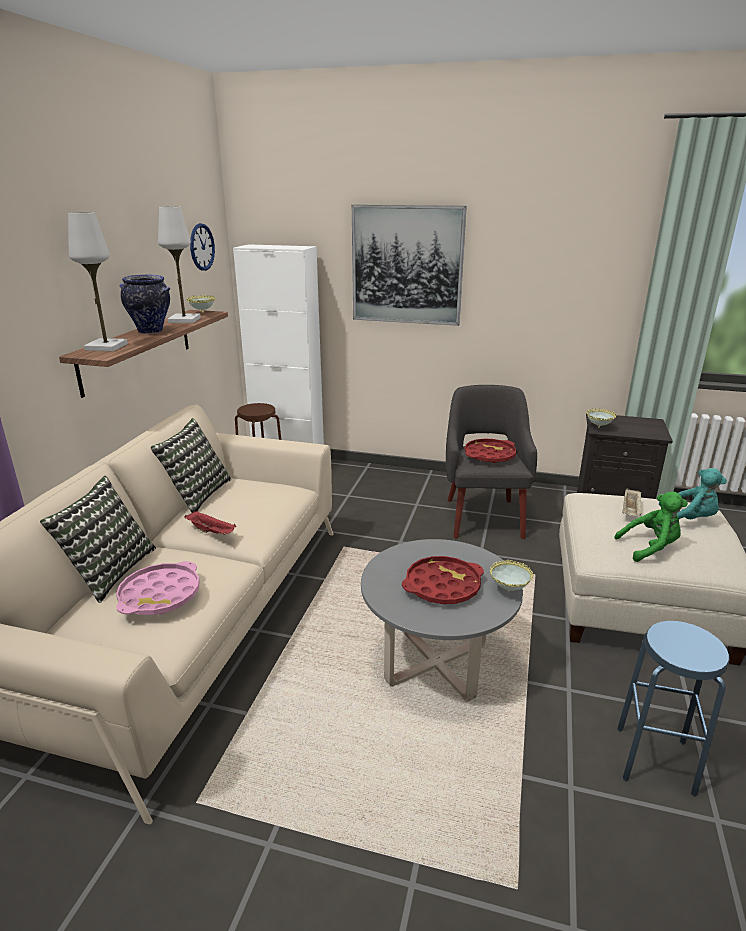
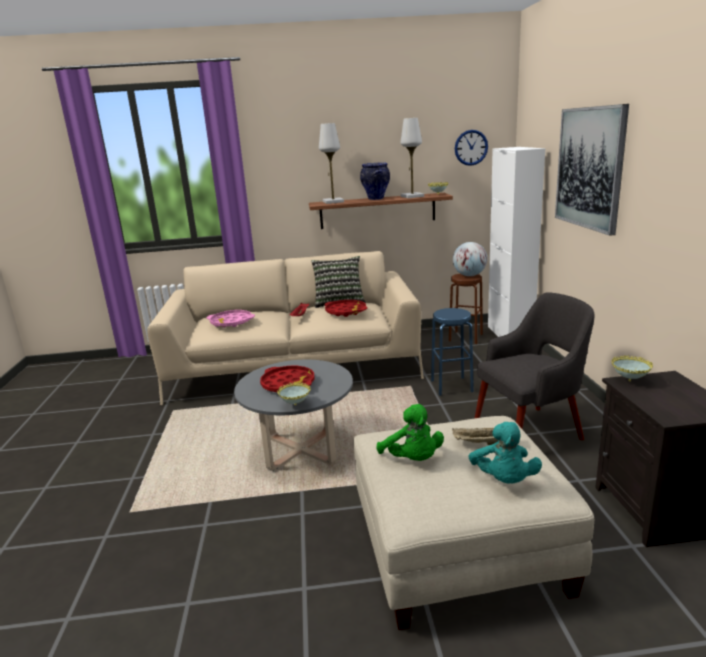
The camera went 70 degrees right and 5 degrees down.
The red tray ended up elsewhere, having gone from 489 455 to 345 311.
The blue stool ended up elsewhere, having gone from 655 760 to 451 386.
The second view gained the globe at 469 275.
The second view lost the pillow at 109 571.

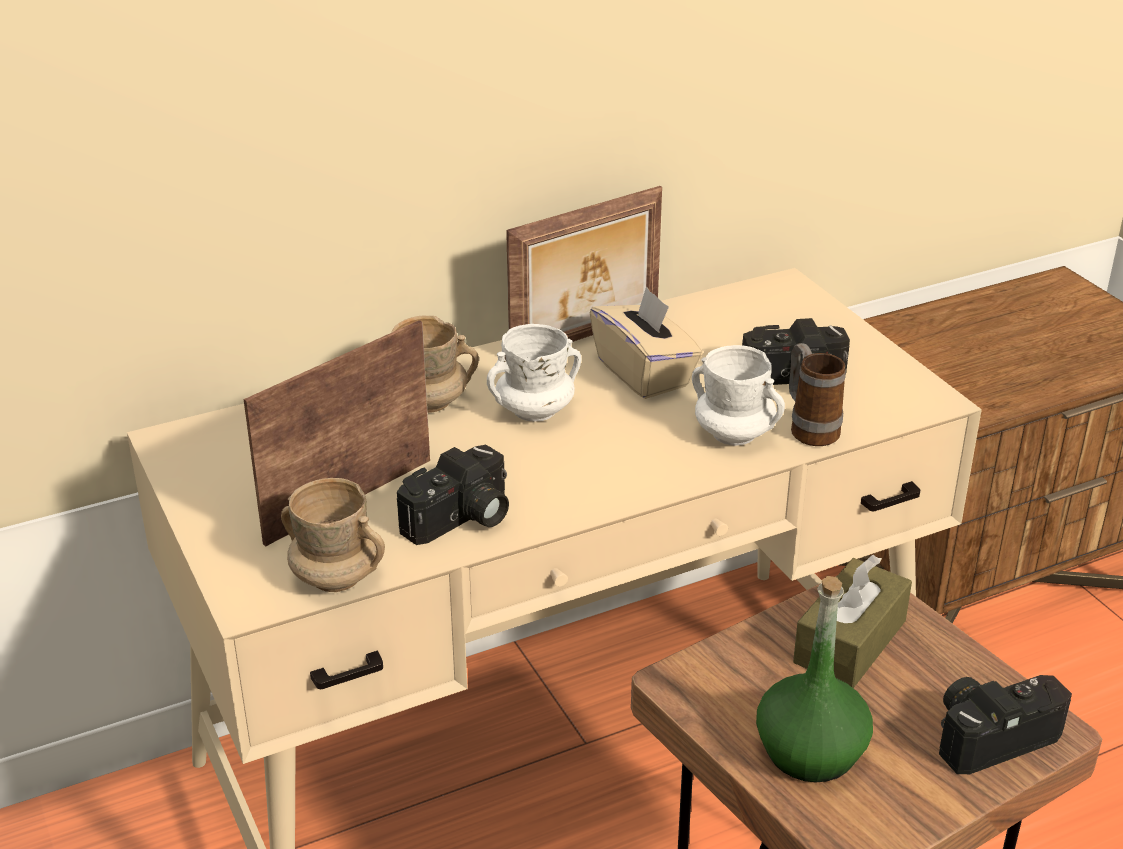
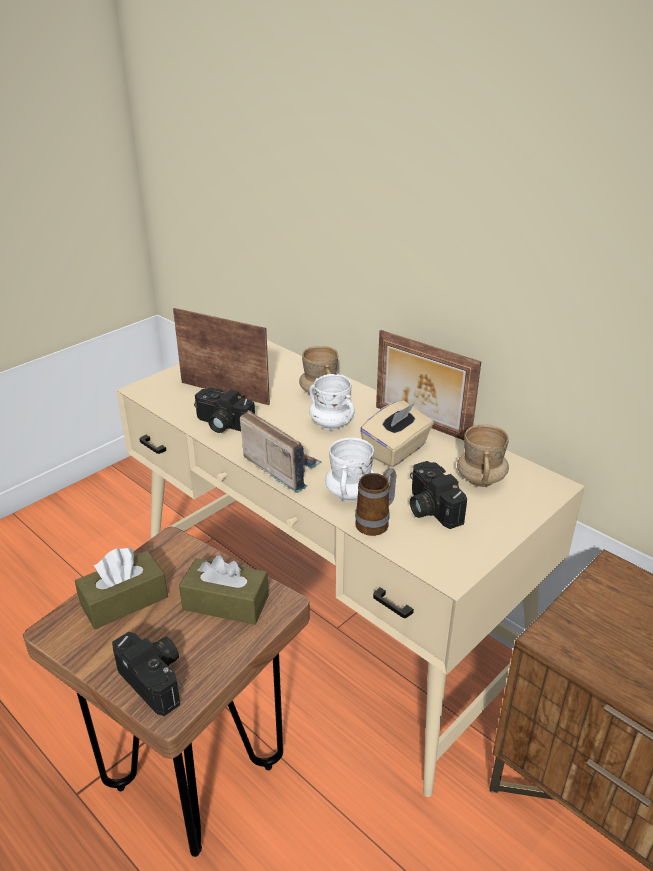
The camera went 70 degrees right and 0 degrees up.
Where the green bottle stood at 811 752, the brown tissue box came to stand at 124 601.
The second view gained the radio at 281 467.
The beige mug ended up elsewhere, having gone from 337 577 to 481 479.

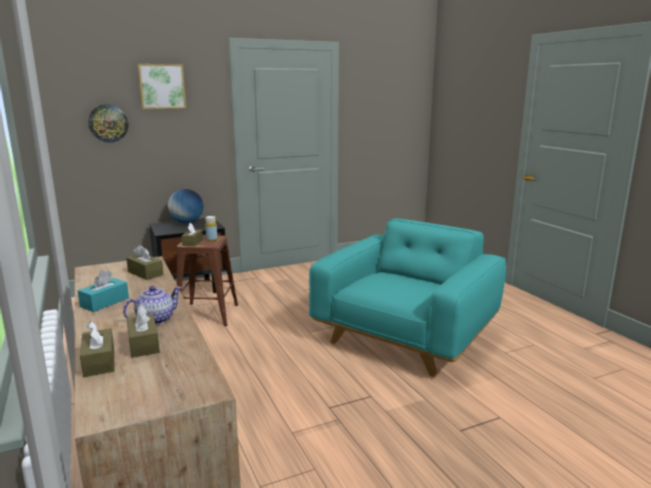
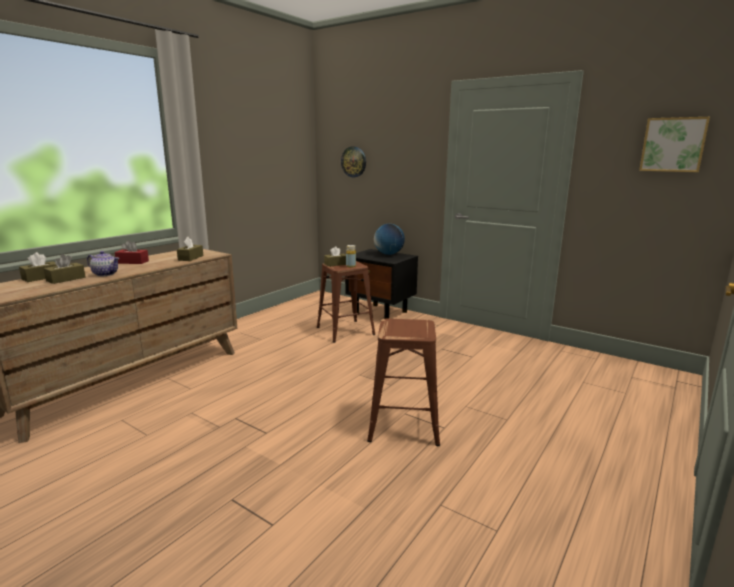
The camera went 60 degrees right and 0 degrees up.
What was the turquoise tissue box at 105 302 turned into the red tissue box at 132 262.
Where the turquoise armchair stood at 406 336, the brown stool came to stand at 405 424.
The picture ended up elsewhere, having gone from 162 86 to 673 144.

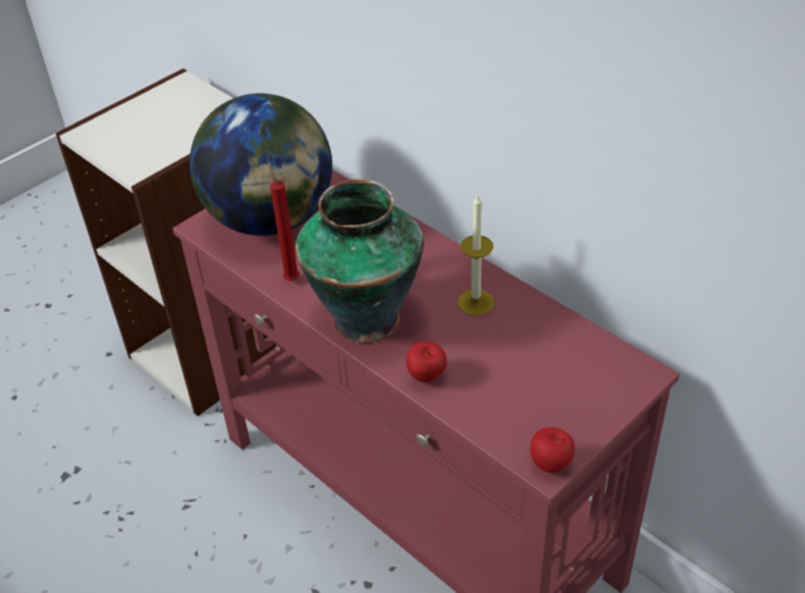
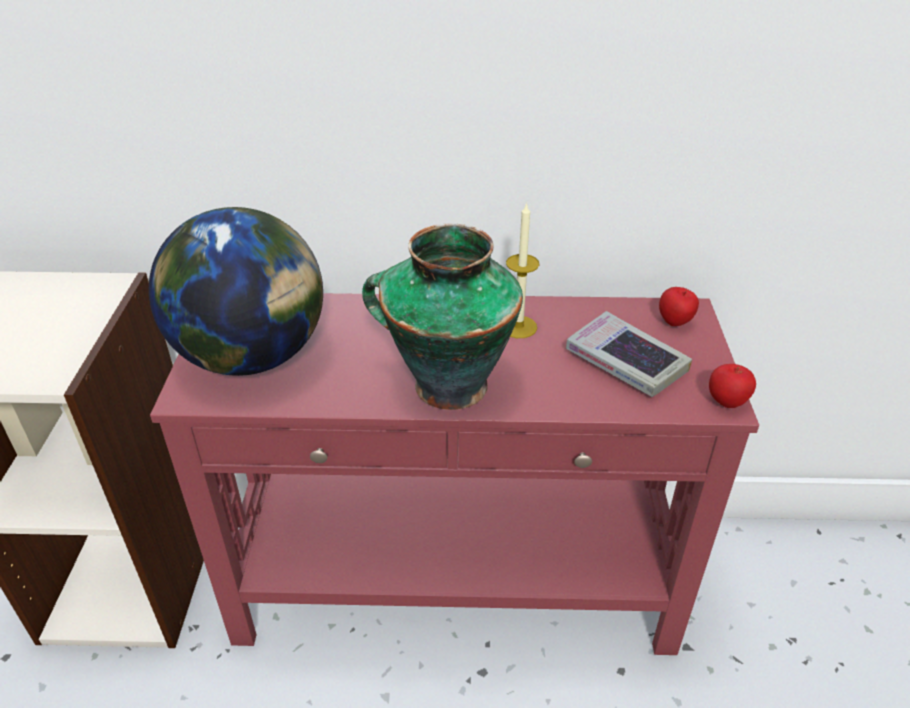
The camera went 45 degrees left and 5 degrees down.
The second view gained the book at 626 362.
The apple ended up elsewhere, having gone from 426 377 to 675 322.
The second view lost the red candle at 291 278.

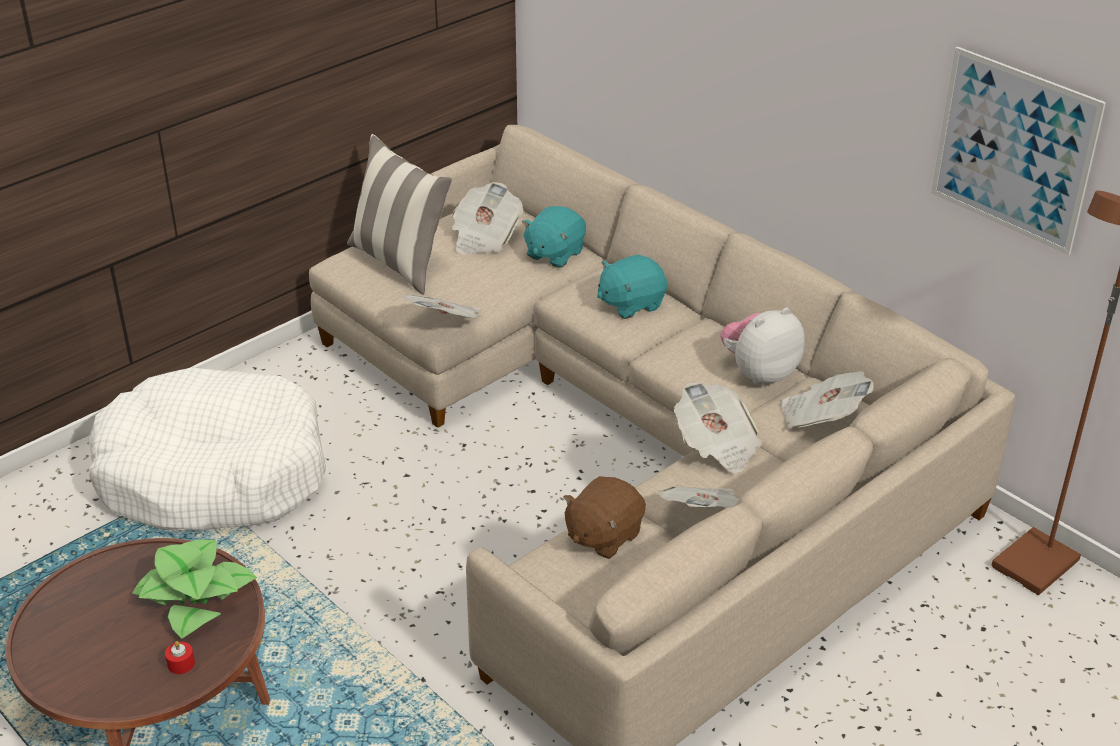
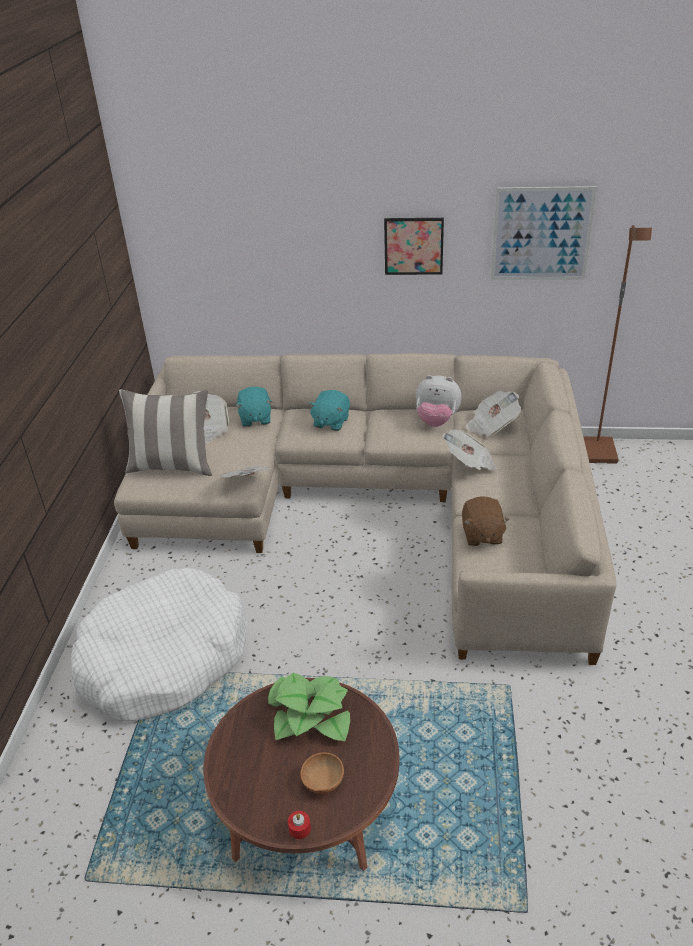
The camera went 40 degrees left and 0 degrees up.
The red candle ended up elsewhere, having gone from 181 663 to 299 828.
The second view gained the brown bowl at 322 781.
The second view gained the picture at 413 246.
The plush toy at 759 373 ended up facing another way, 90 degrees counterclockwise from before.
The second view lost the newspaper at 704 515.

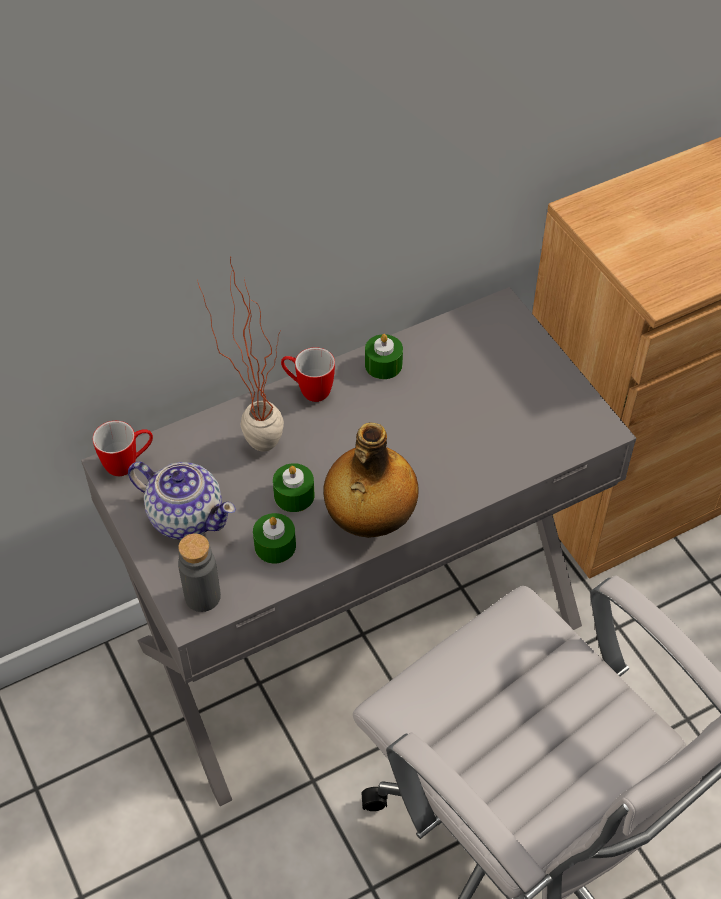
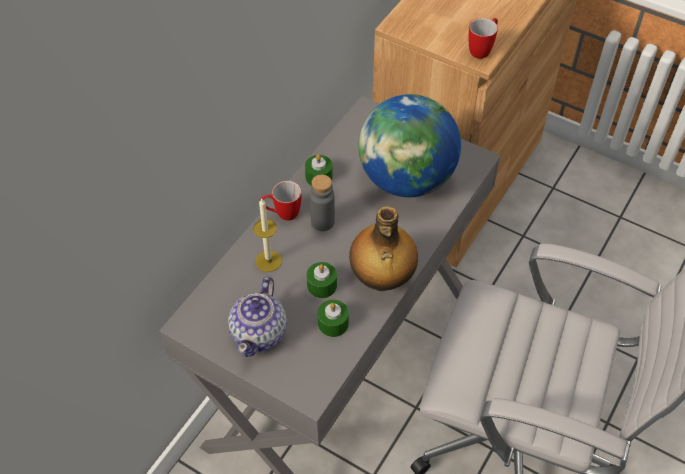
The camera went 30 degrees left and 0 degrees up.
The teapot at 185 516 ended up facing another way, 105 degrees clockwise from before.
Where the potted plant stood at 253 438, the candle came to stand at 268 261.
The grey bottle ended up elsewhere, having gone from 202 596 to 322 222.
The second view gained the globe at 406 180.
The mug ended up elsewhere, having gone from 128 463 to 482 49.

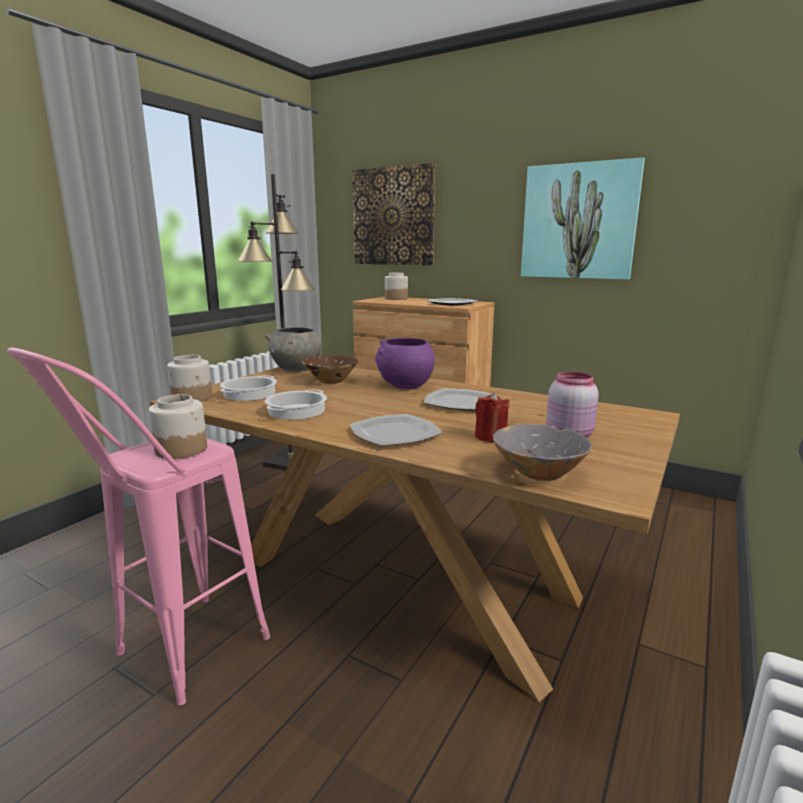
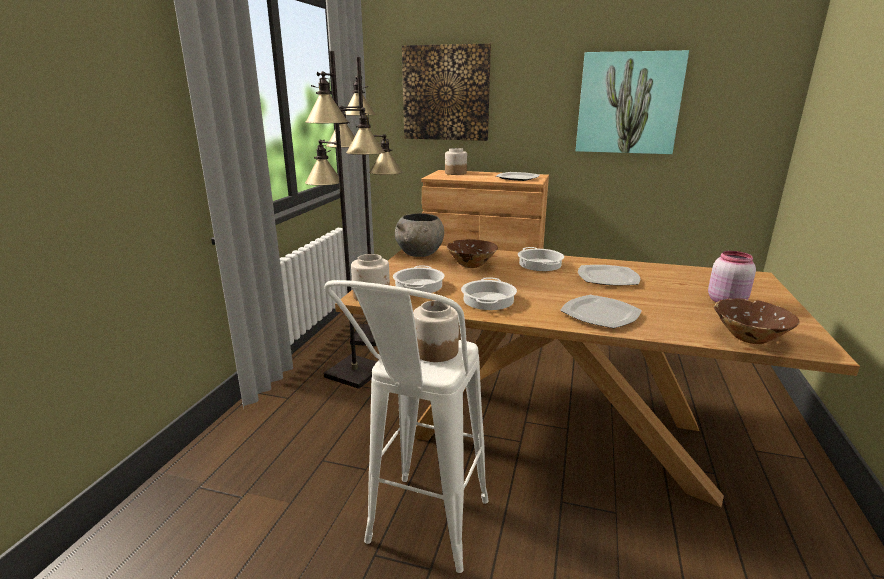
The camera went 15 degrees left and 5 degrees up.
The second view gained the black floor lamp at 354 372.
What was the pink stool at 174 660 turned into the white stool at 421 536.
Where the purple bowl stood at 405 386, the cooking pot came to stand at 540 264.
What was the grey bowl at 539 473 turned into the brown bowl at 749 338.
The second view lost the red candle at 490 437.

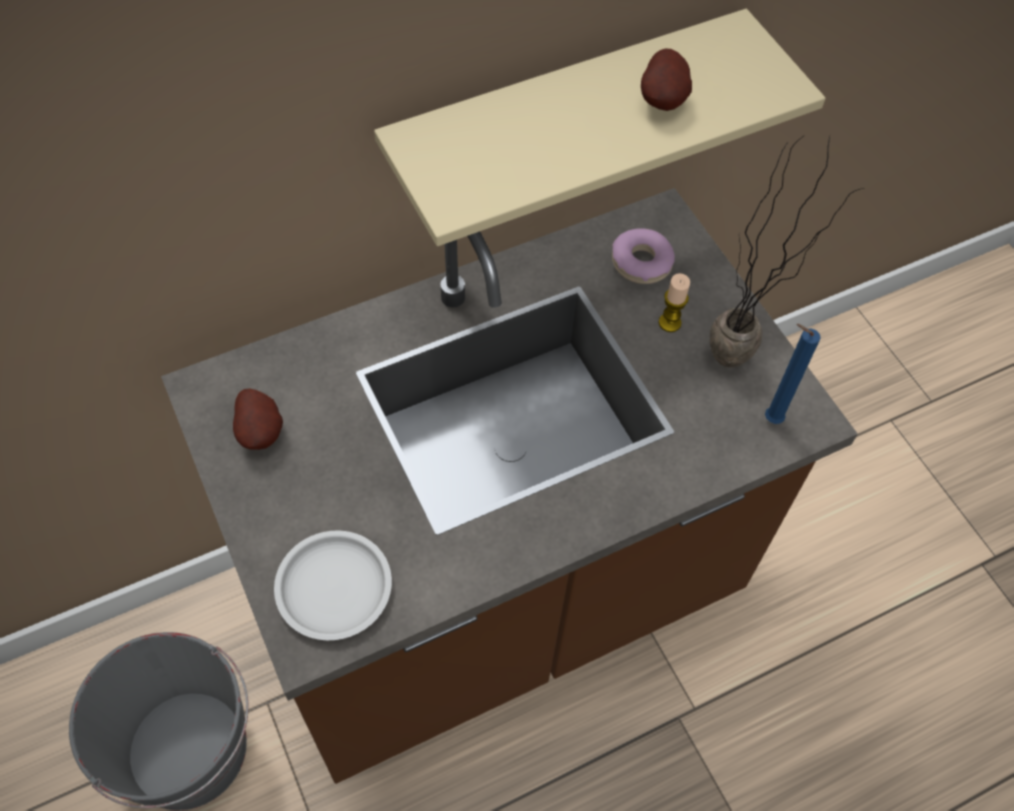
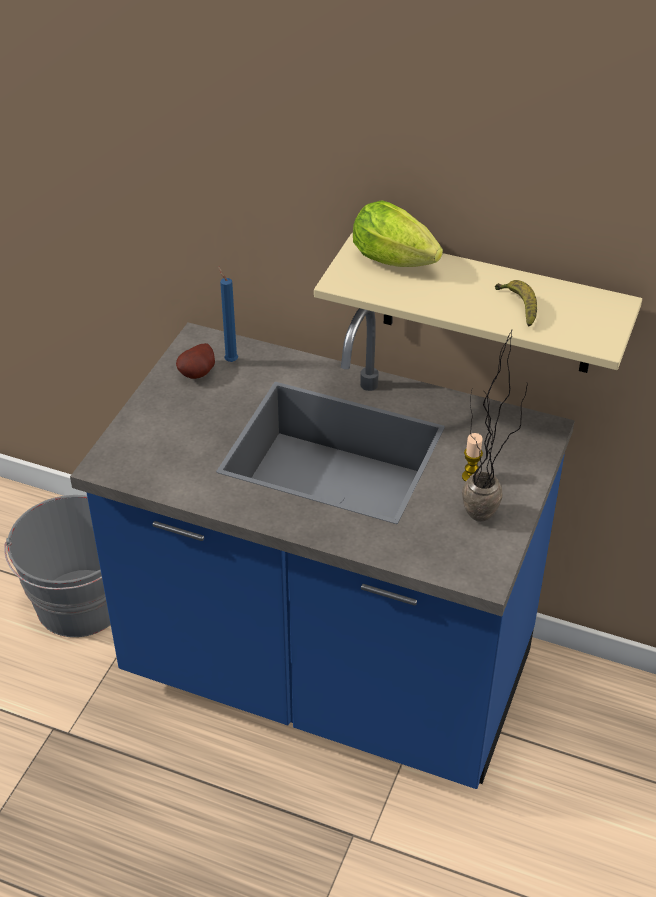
The camera went 50 degrees right and 15 degrees down.
What was the brown counter at 498 596 turned into the blue counter at 328 675.
The blue candle ended up elsewhere, having gone from 769 419 to 230 360.
The second view gained the lettuce at 398 262.
Where the potato stood at 664 100, the banana came to stand at 519 307.
The second view lost the white plate at 333 589.
The second view lost the donut at 641 263.

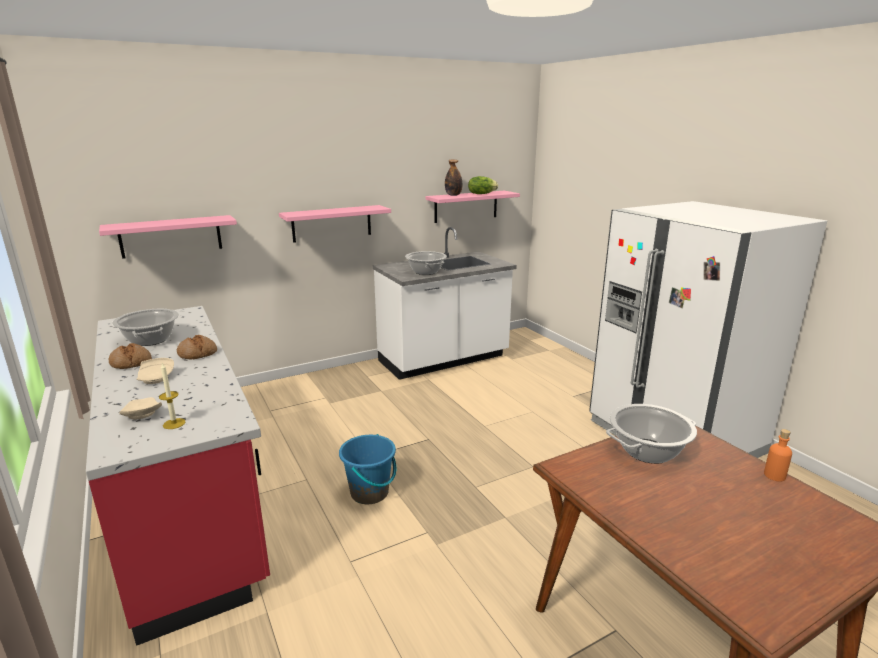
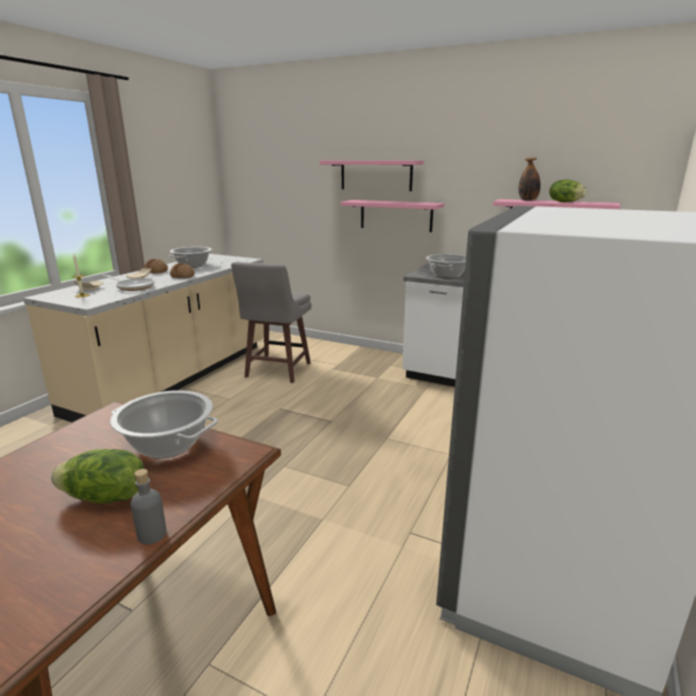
The camera went 55 degrees right and 0 degrees up.
What was the red counter at 189 502 turned into the beige counter at 176 377.
The second view gained the lettuce at 105 498.
The second view gained the frying pan at 133 287.
What was the orange bottle at 774 475 turned into the grey bottle at 152 534.
The second view gained the grey stool at 277 371.
The pink shelf ended up elsewhere, having gone from 171 236 to 376 175.
The second view lost the blue bucket at 370 493.

